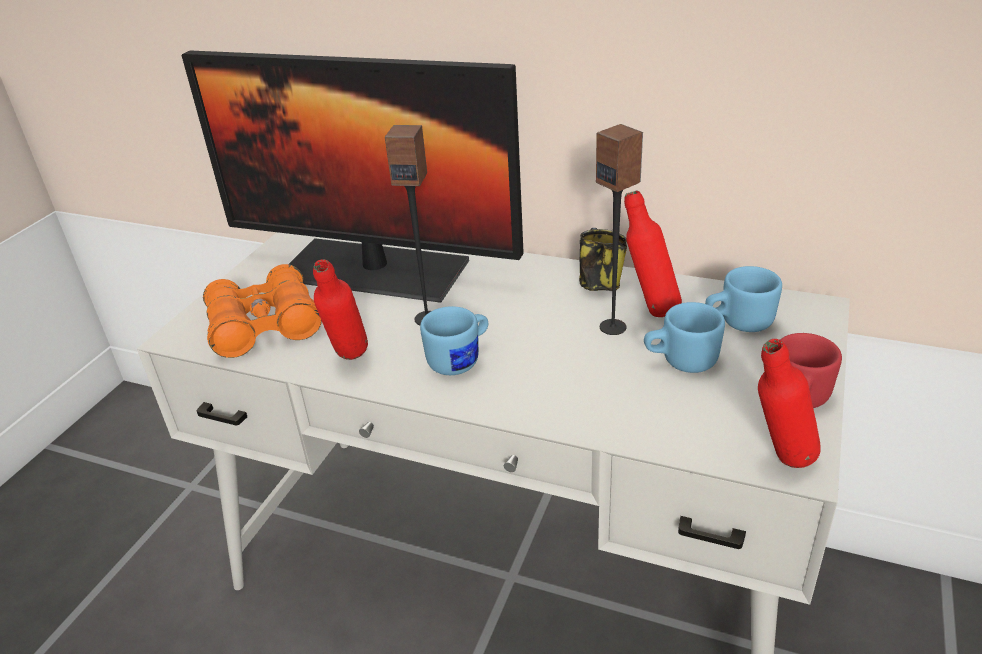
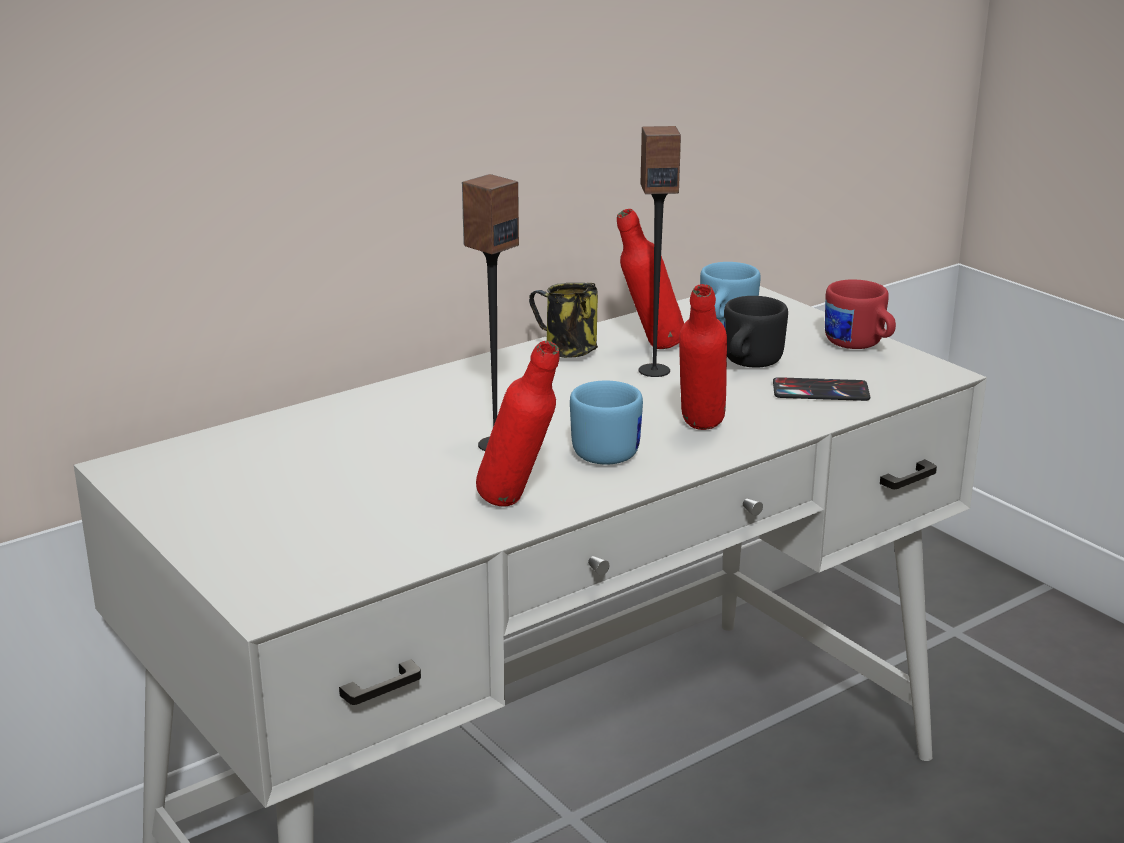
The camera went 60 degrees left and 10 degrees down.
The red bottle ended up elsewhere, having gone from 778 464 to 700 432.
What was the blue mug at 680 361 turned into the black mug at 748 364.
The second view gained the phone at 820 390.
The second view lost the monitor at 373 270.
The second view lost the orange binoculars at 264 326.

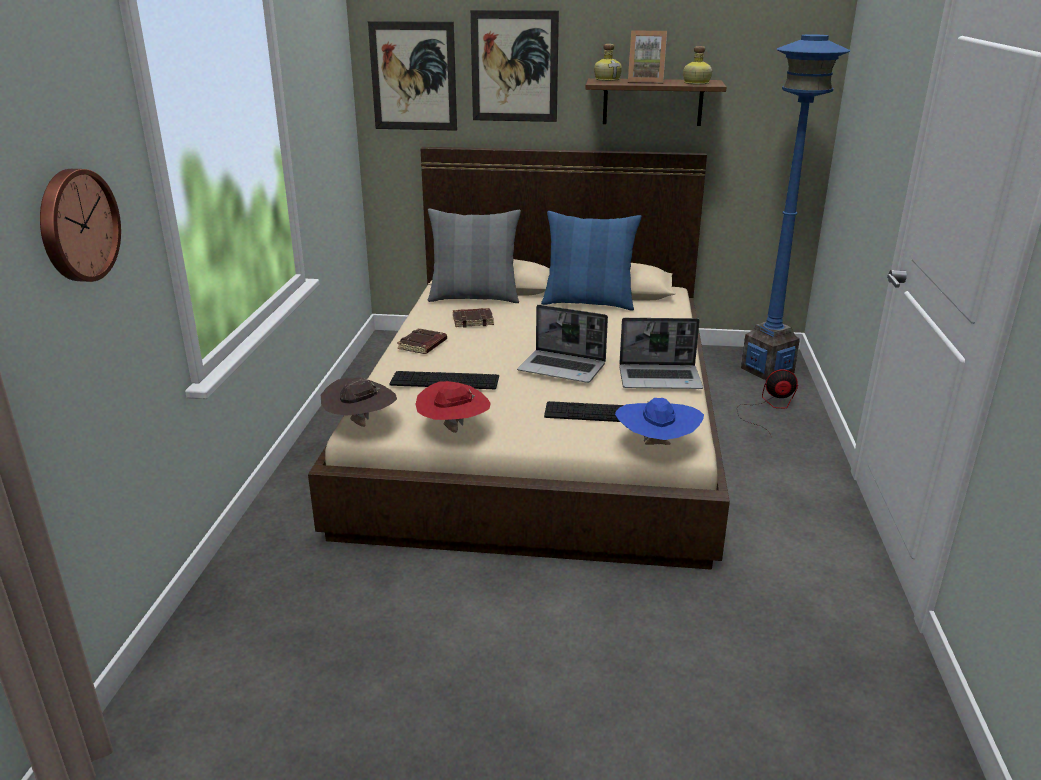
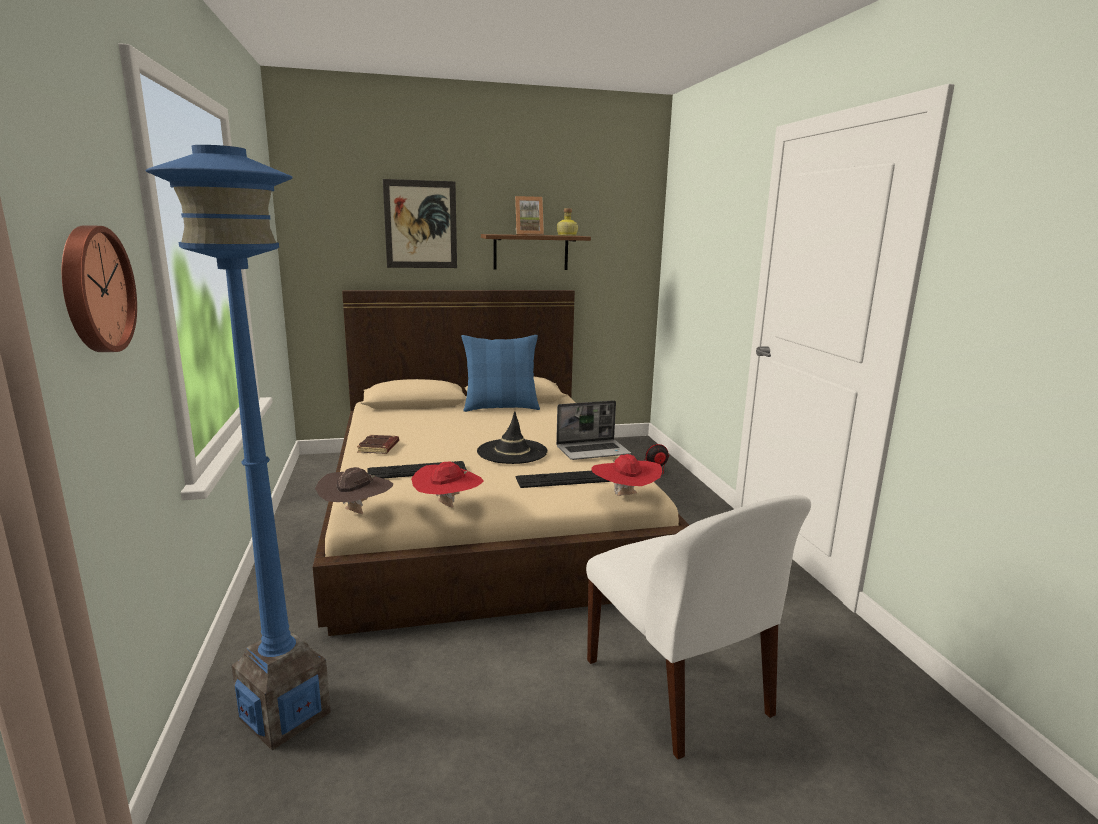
The camera went 20 degrees left and 10 degrees down.
The blue floor lamp ended up elsewhere, having gone from 767 370 to 286 715.
Where the laptop stood at 563 368, the black hat came to stand at 512 452.
The second view gained the white chair at 679 690.
What was the blue hat at 656 446 turned into the red hat at 625 497.
The second view lost the picture at 413 76.
The second view lost the grey pillow at 474 297.
The second view lost the brown book at 473 321.
The second view lost the bottle at 607 79.

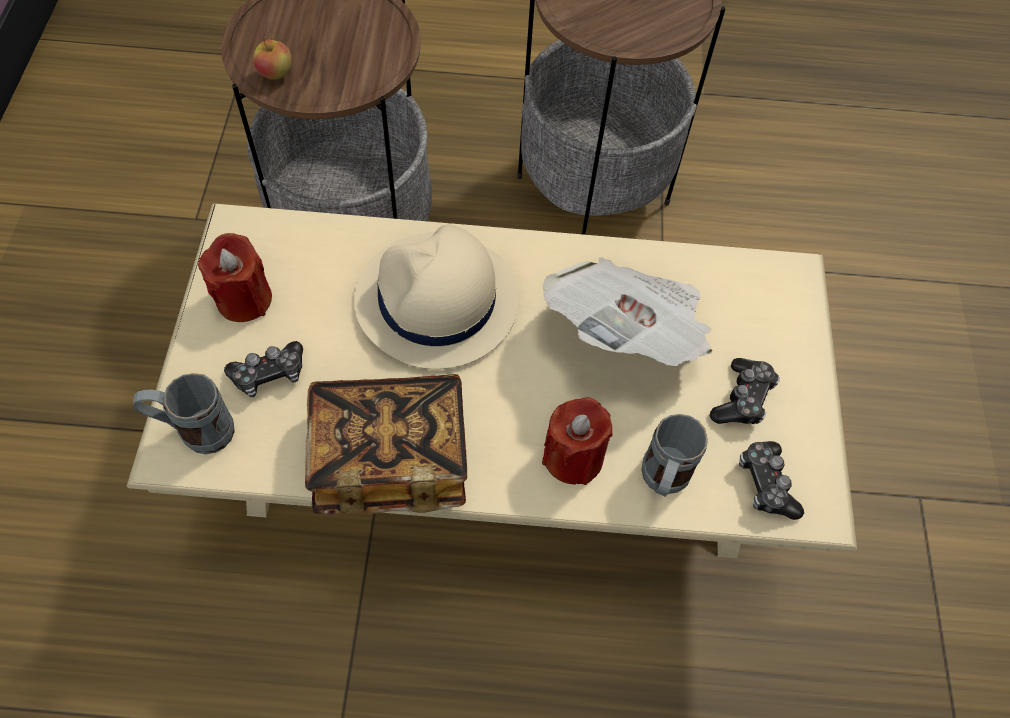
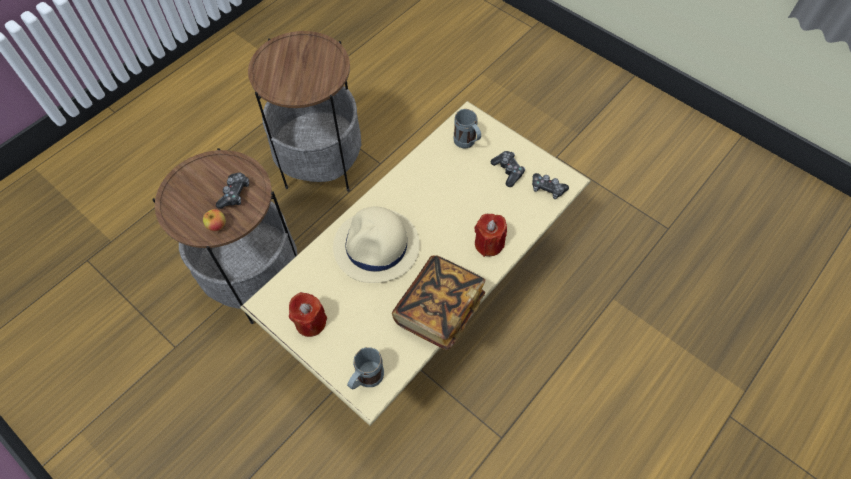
The camera went 50 degrees left and 0 degrees up.
The game controller ended up elsewhere, having gone from 269 374 to 235 194.
The grey mug ended up elsewhere, having gone from 661 482 to 467 144.
The second view lost the newspaper at 628 332.

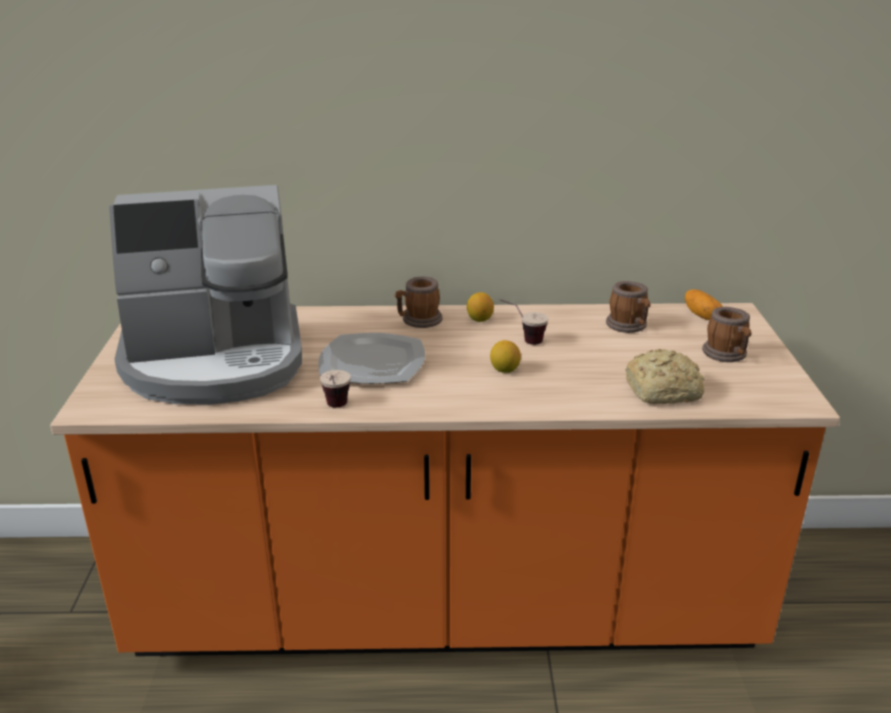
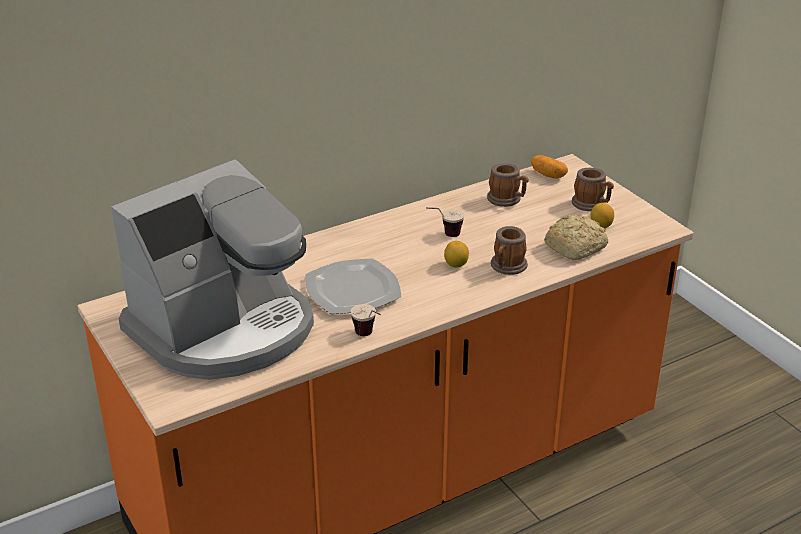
The camera went 30 degrees left and 5 degrees up.
The mug ended up elsewhere, having gone from 418 320 to 507 267.
The lemon ended up elsewhere, having gone from 479 319 to 601 226.

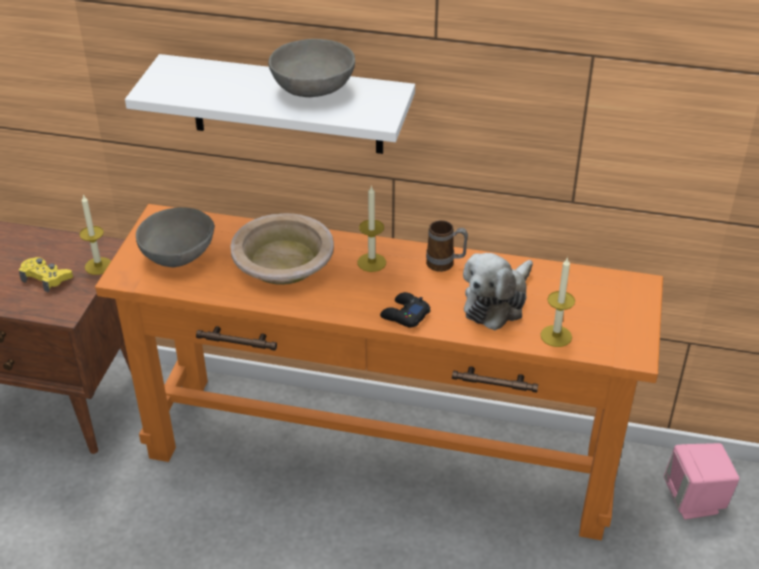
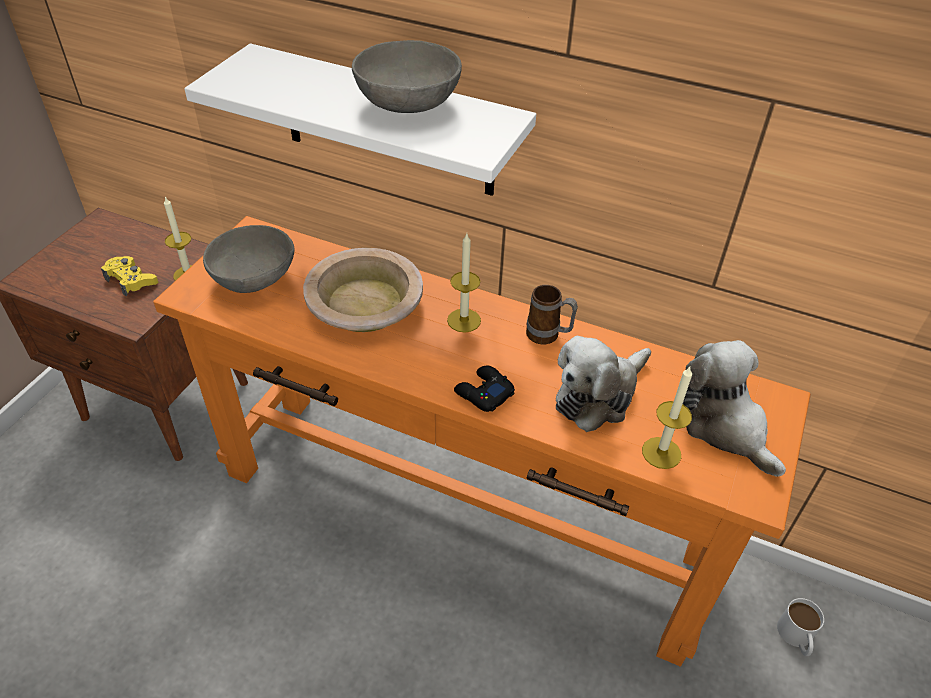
The camera went 10 degrees right and 5 degrees up.
The second view gained the plush toy at 724 426.
Where the pink speaker stood at 694 501, the white mug came to stand at 796 637.

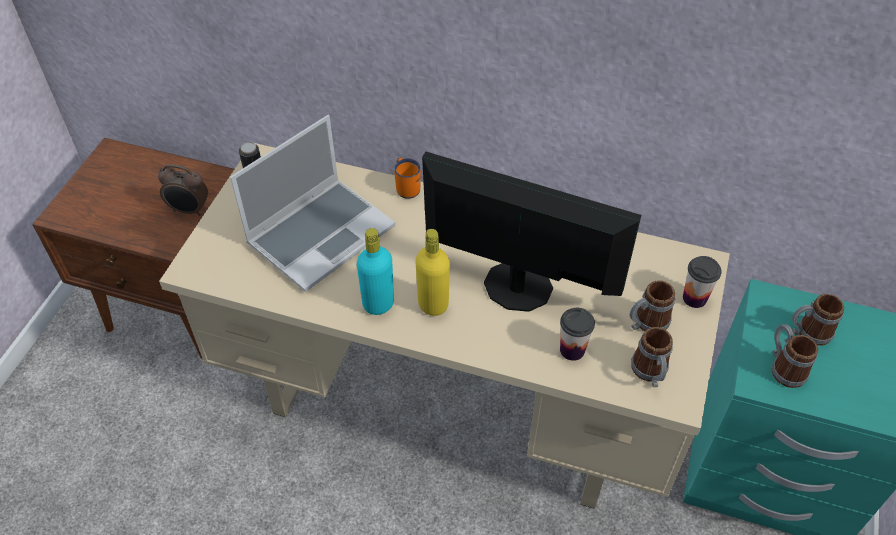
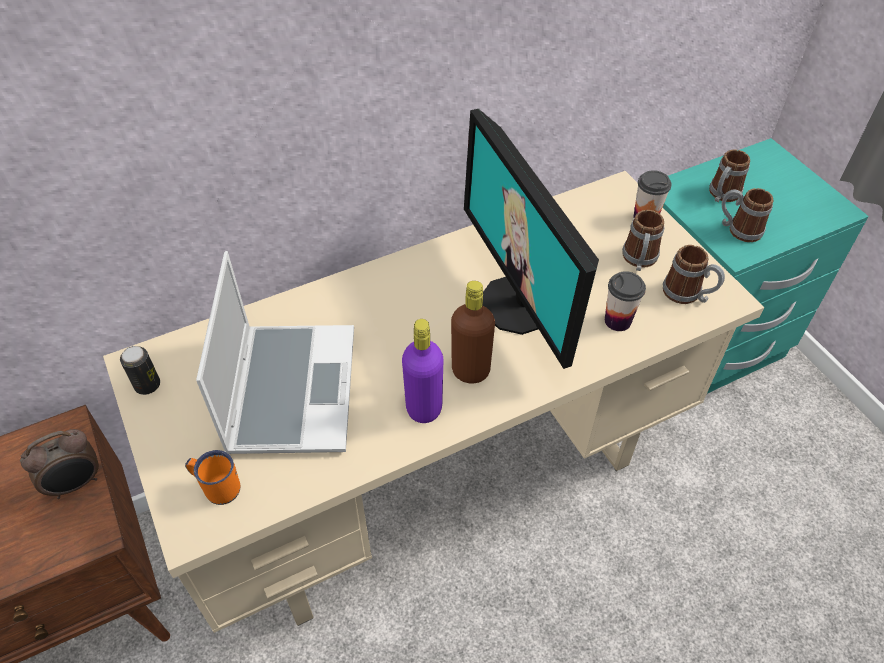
The camera went 45 degrees left and 0 degrees up.
The orange mug ended up elsewhere, having gone from 407 187 to 217 486.
What was the turquoise bottle at 378 304 turned into the purple bottle at 424 408.
What was the yellow bottle at 433 304 turned into the brown bottle at 470 371.
The monitor at 517 287 ended up facing another way, 90 degrees counterclockwise from before.

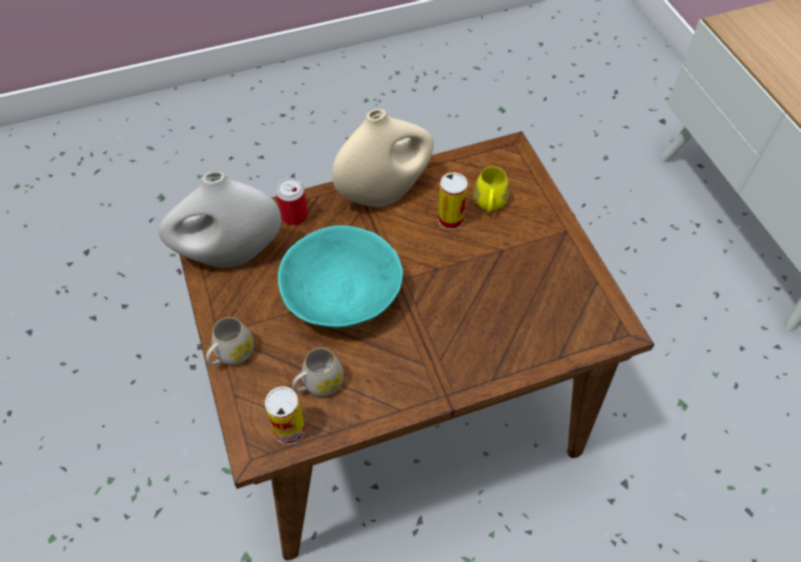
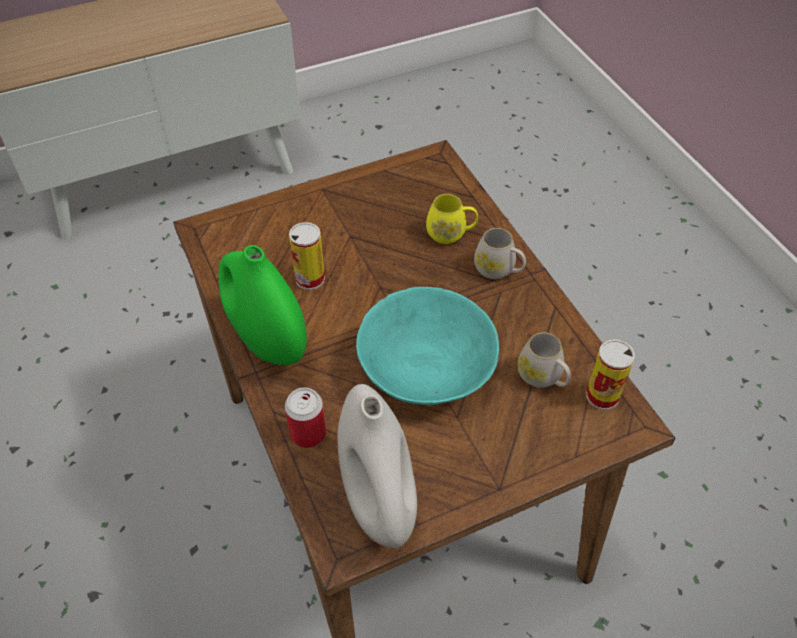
The camera went 95 degrees left and 5 degrees down.
What was the beige vase at 384 192 turned into the green vase at 267 342.
The yellow mug ended up elsewhere, having gone from 489 204 to 451 233.
The white mug ended up elsewhere, having gone from 231 354 to 498 270.

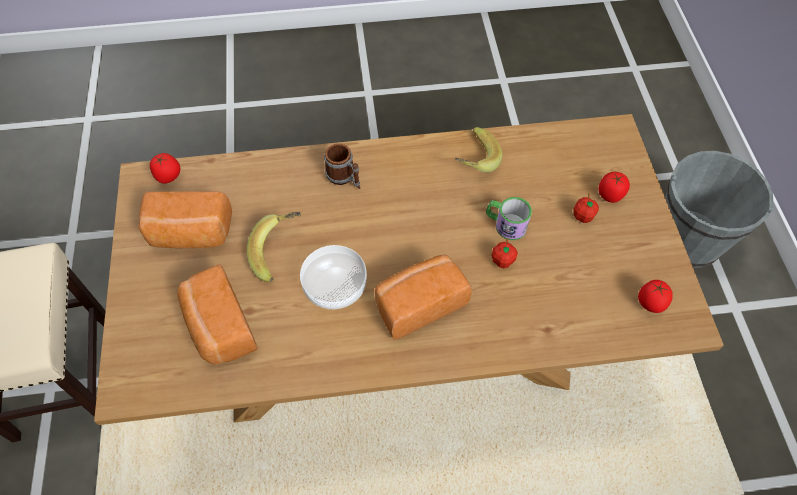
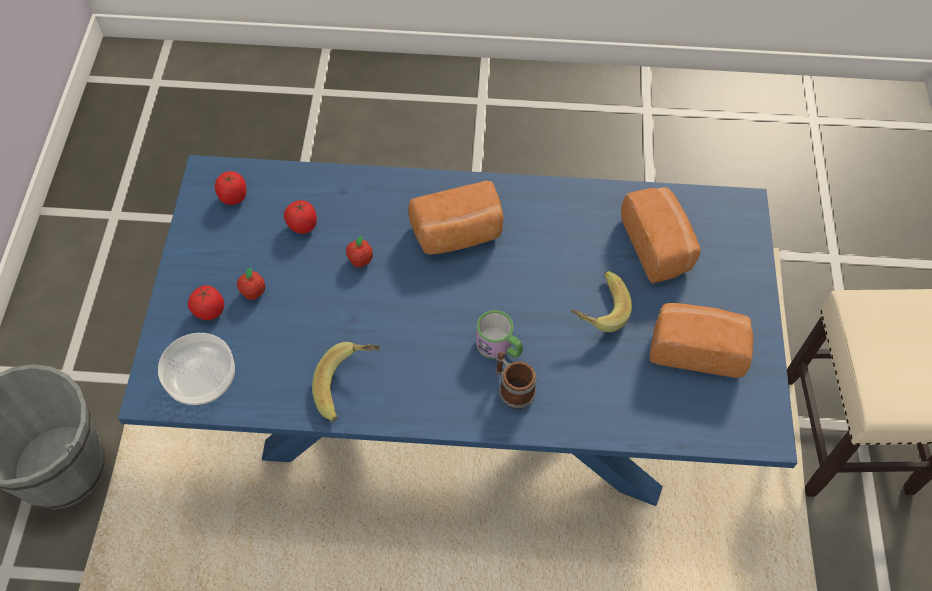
The camera went 170 degrees left and 0 degrees up.
What was the brown dining table at 398 340 turned into the blue dining table at 463 408.
The bowl ended up elsewhere, having gone from 336 286 to 201 378.
The tomato ended up elsewhere, having gone from 169 177 to 302 226.
The mug ended up elsewhere, having gone from 505 224 to 499 347.

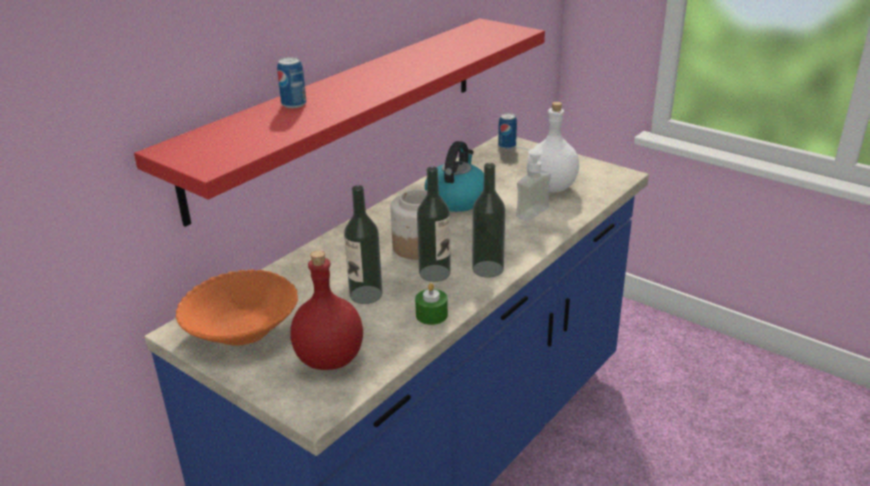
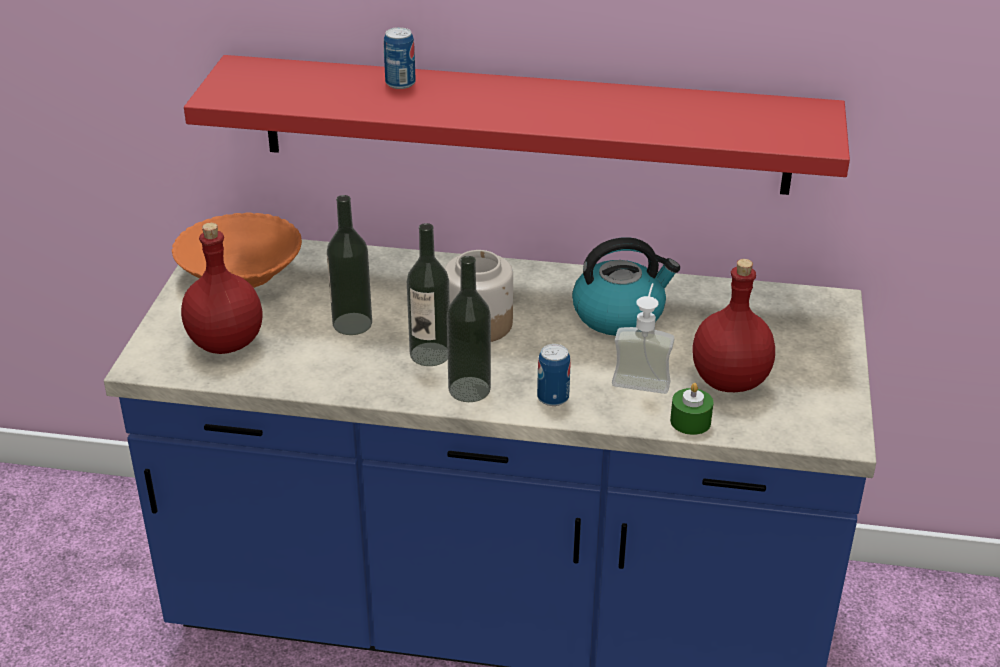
The camera went 60 degrees right and 5 degrees up.
The can ended up elsewhere, having gone from 507 146 to 553 397.
The green candle ended up elsewhere, having gone from 431 315 to 690 421.
What was the white bottle at 552 188 turned into the red bottle at 729 382.

